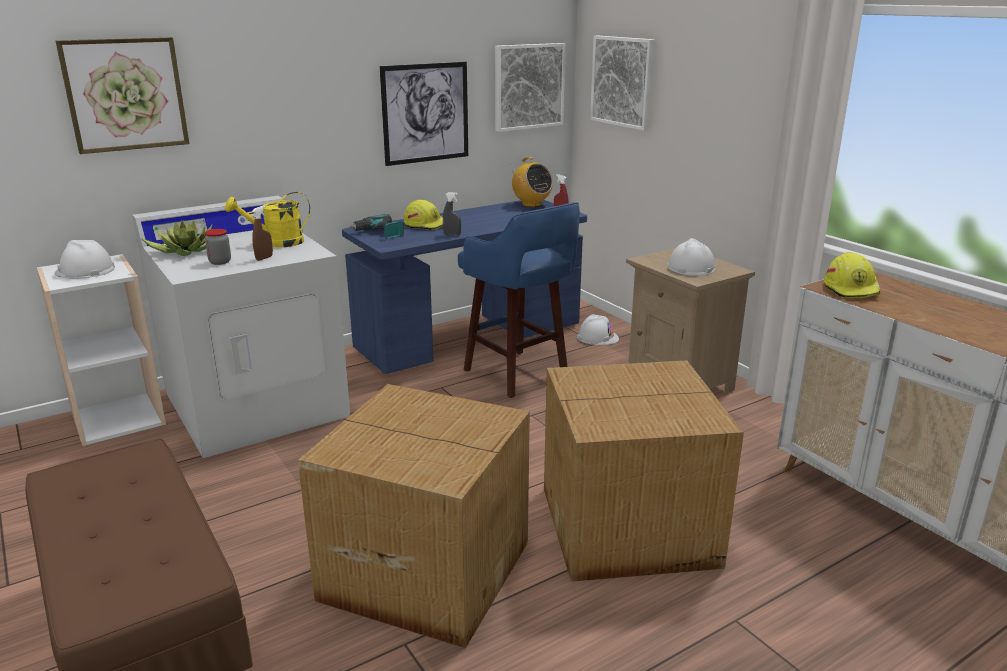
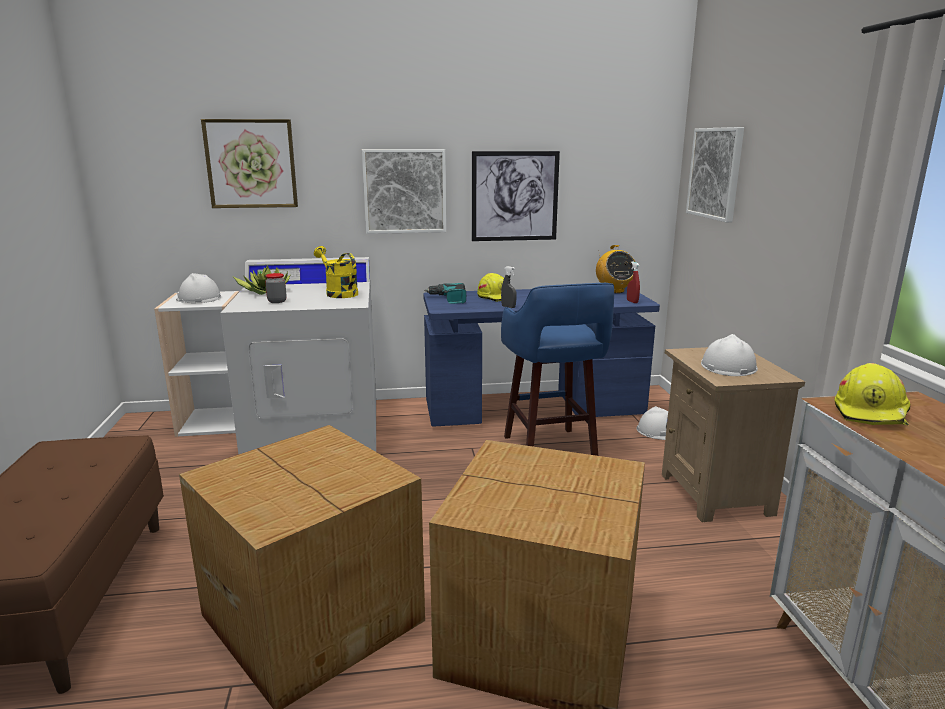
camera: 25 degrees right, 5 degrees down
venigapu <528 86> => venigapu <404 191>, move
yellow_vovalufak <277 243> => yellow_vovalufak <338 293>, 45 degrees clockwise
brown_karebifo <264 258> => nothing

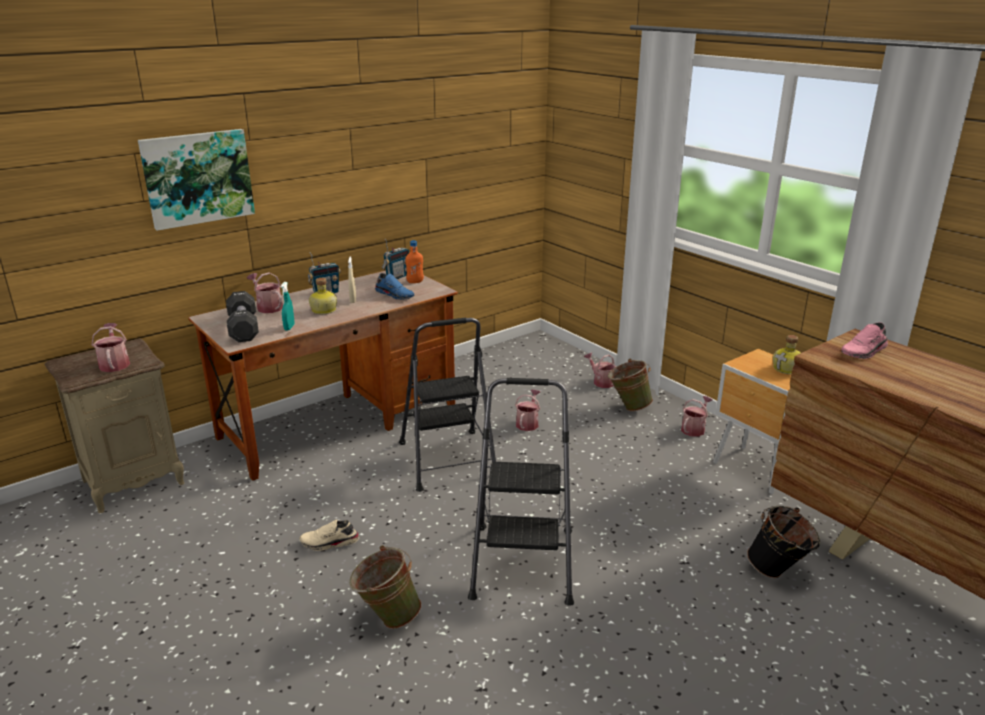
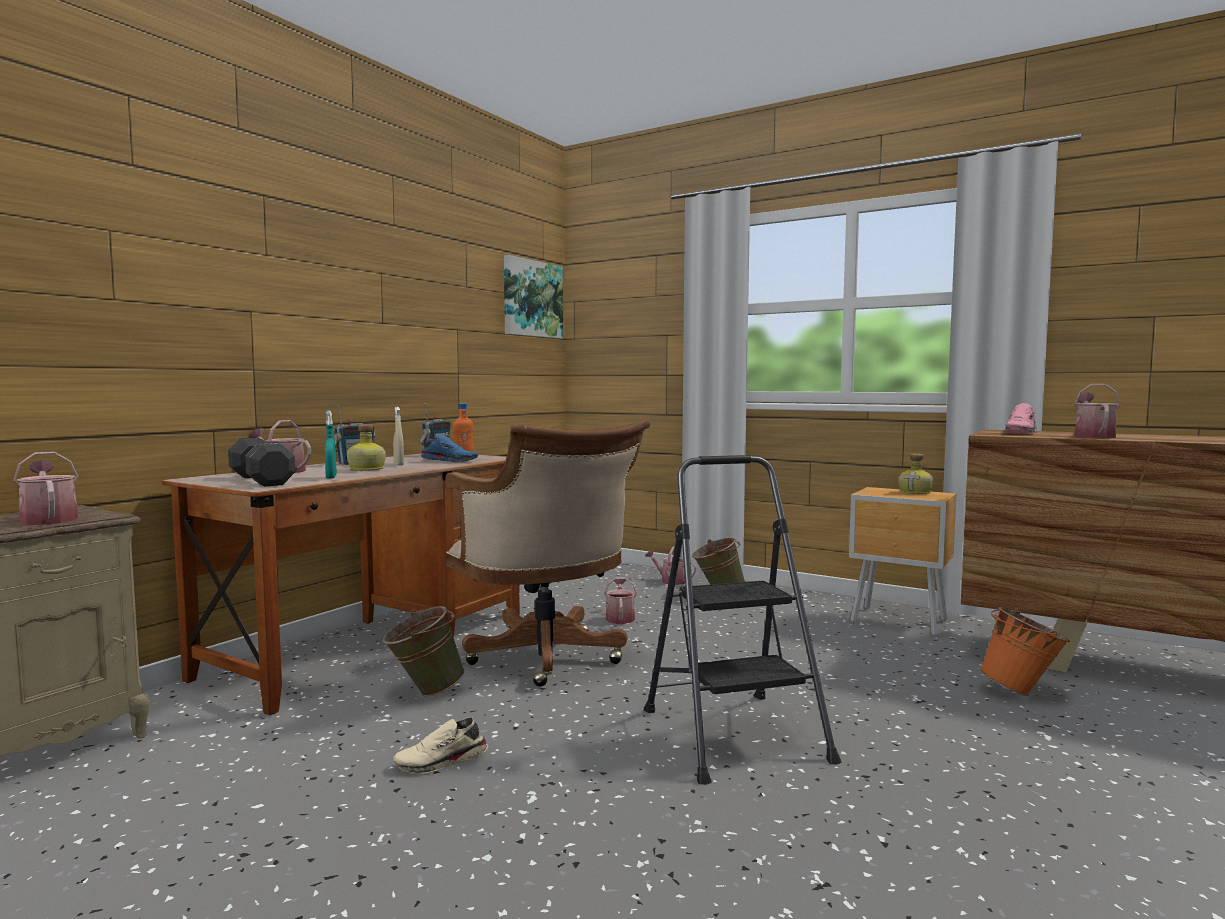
camera: 20 degrees left, 20 degrees down
venigapu <198 178> => venigapu <531 299>, move
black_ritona <448 460> => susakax <549 659>
vovalufak <694 428> => vovalufak <1093 436>, move
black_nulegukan <778 572> => orange_nulegukan <1022 692>
green_nulegukan <387 617> => green_nulegukan <424 692>, move

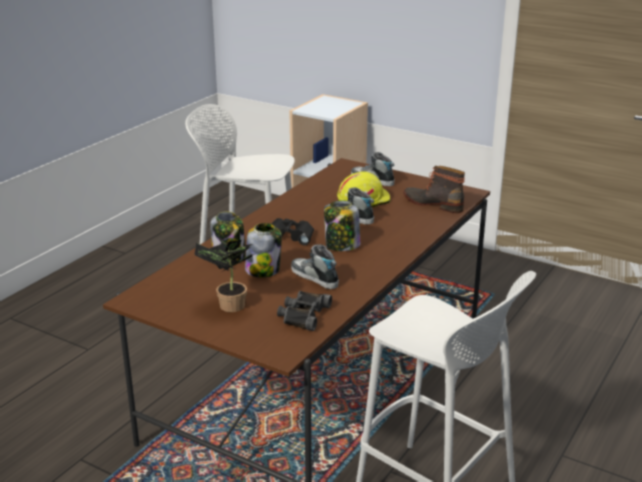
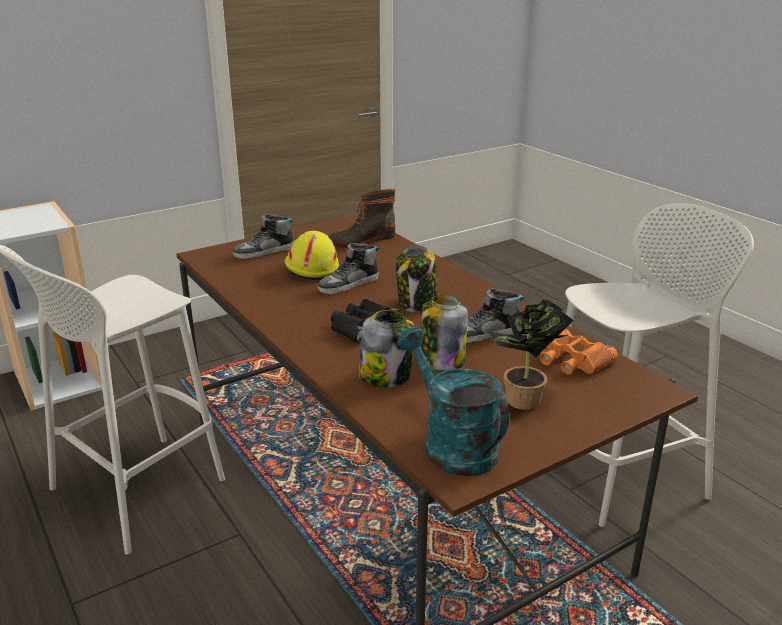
camera: 65 degrees left, 0 degrees up
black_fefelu <303 315> => orange_fefelu <570 359>
nothing => turquoise_vovalufak <451 444>

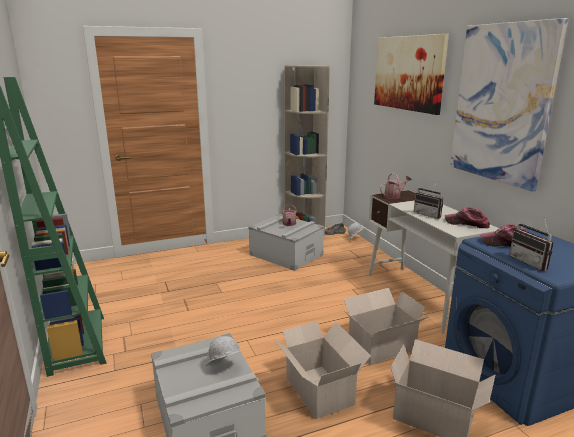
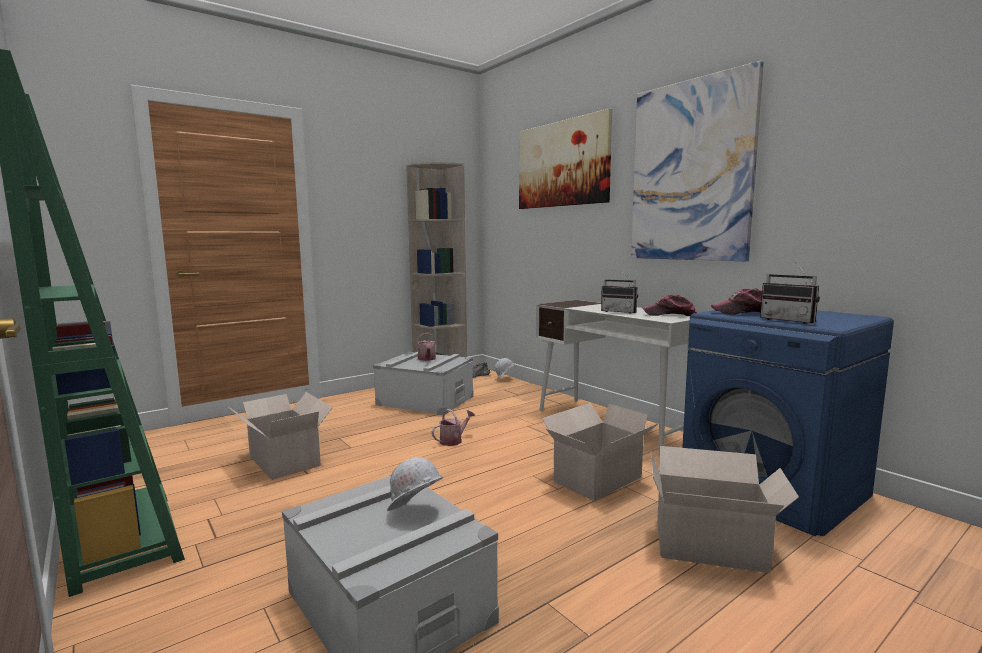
camera: 15 degrees left, 10 degrees down
vovalufak <394 196> => vovalufak <453 440>, move
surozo <318 389> => surozo <284 460>, move

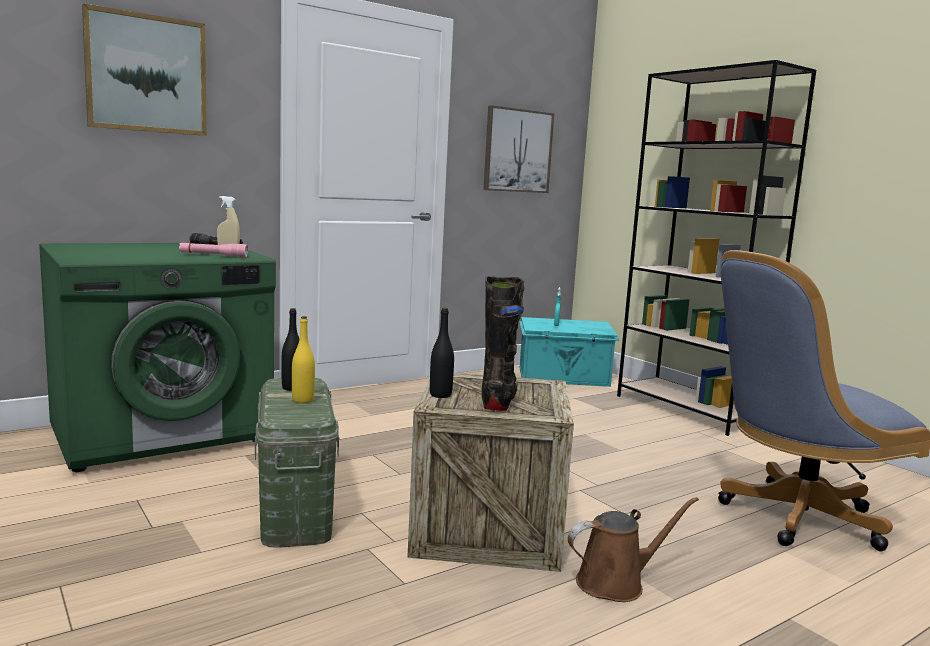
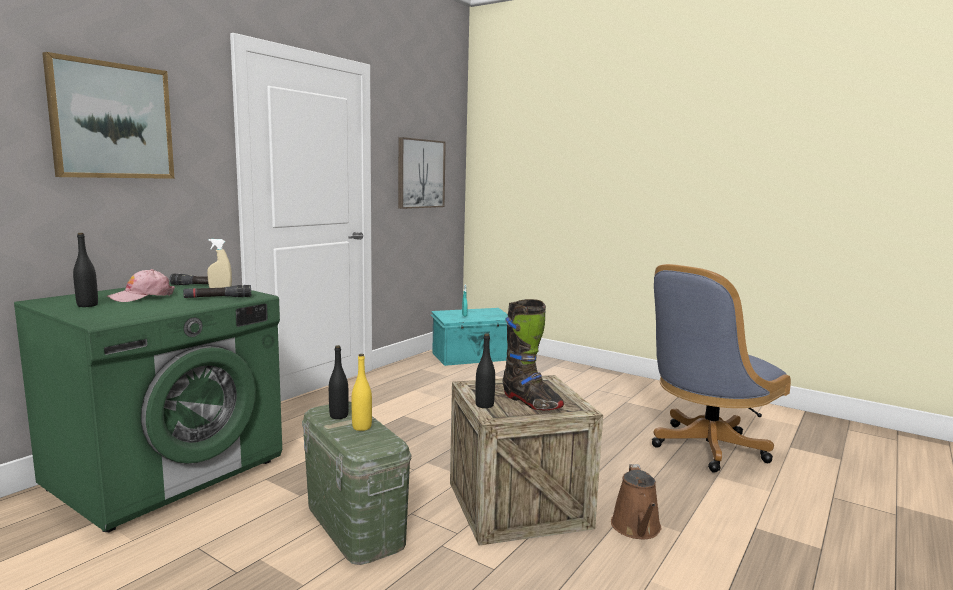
camera: 20 degrees left, 0 degrees up
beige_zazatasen <689 410> => nothing
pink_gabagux <213 255> => black_gabagux <218 298>
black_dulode <499 400> => black_dulode <531 402>, 150 degrees clockwise
brown_vovalufak <616 583> => brown_vovalufak <637 528>, 135 degrees clockwise
nothing => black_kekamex <87 305>
nothing => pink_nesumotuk <142 296>

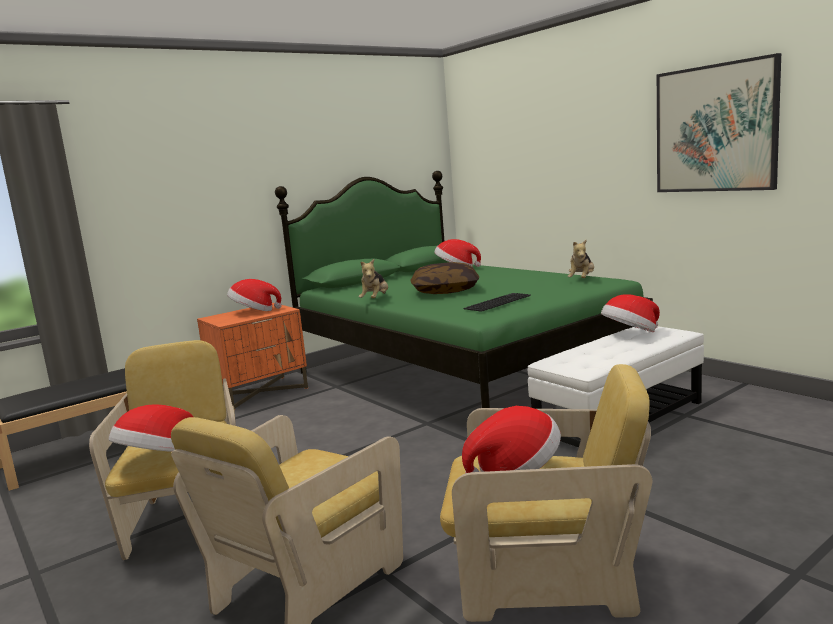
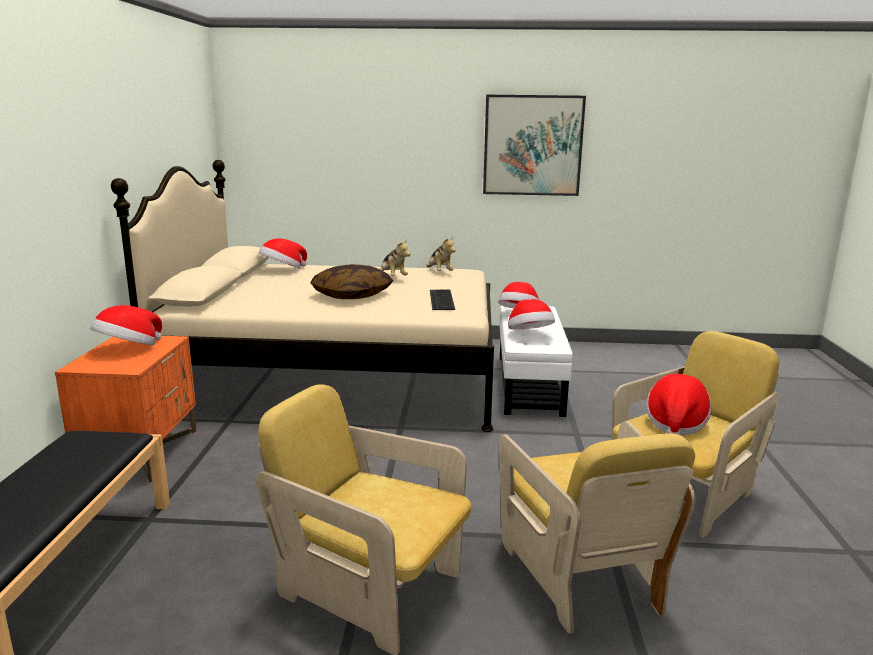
camera: 50 degrees left, 5 degrees up
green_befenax <463 374> => beige_befenax <339 378>
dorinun <375 299> => dorinun <392 277>, move
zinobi <157 459> => zinobi <529 334>, move

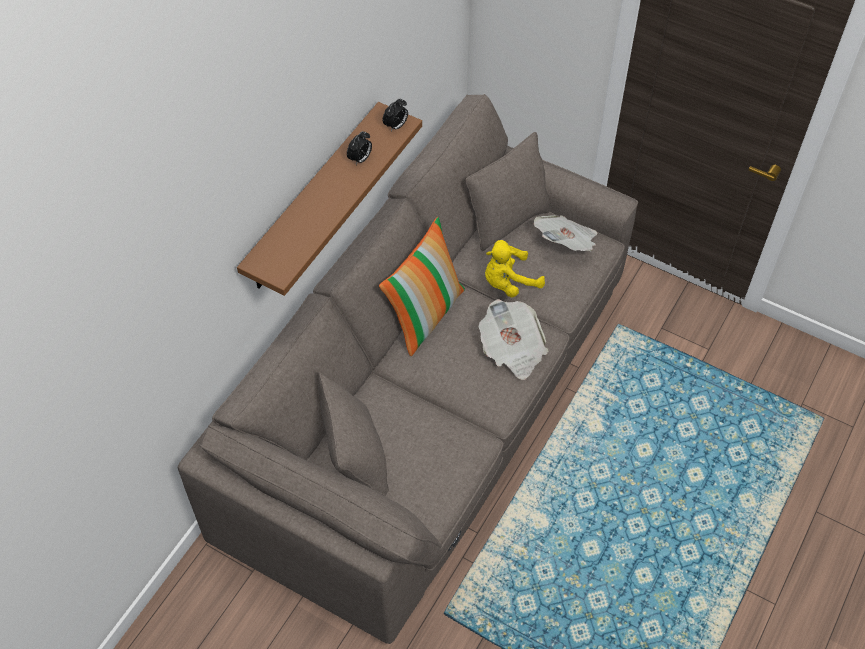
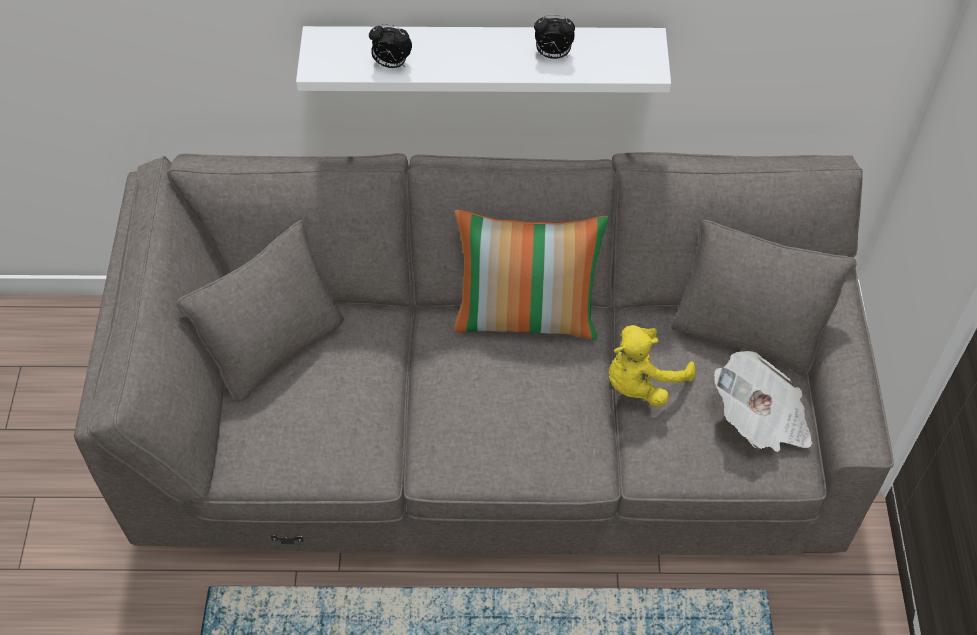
camera: 60 degrees right, 0 degrees up
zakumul <396 126> => zakumul <391 64>, move
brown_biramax <313 199> => white_biramax <484 57>
yellow_dorinun <508 282> => yellow_dorinun <641 382>, 75 degrees counterclockwise
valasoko <512 350> => nothing

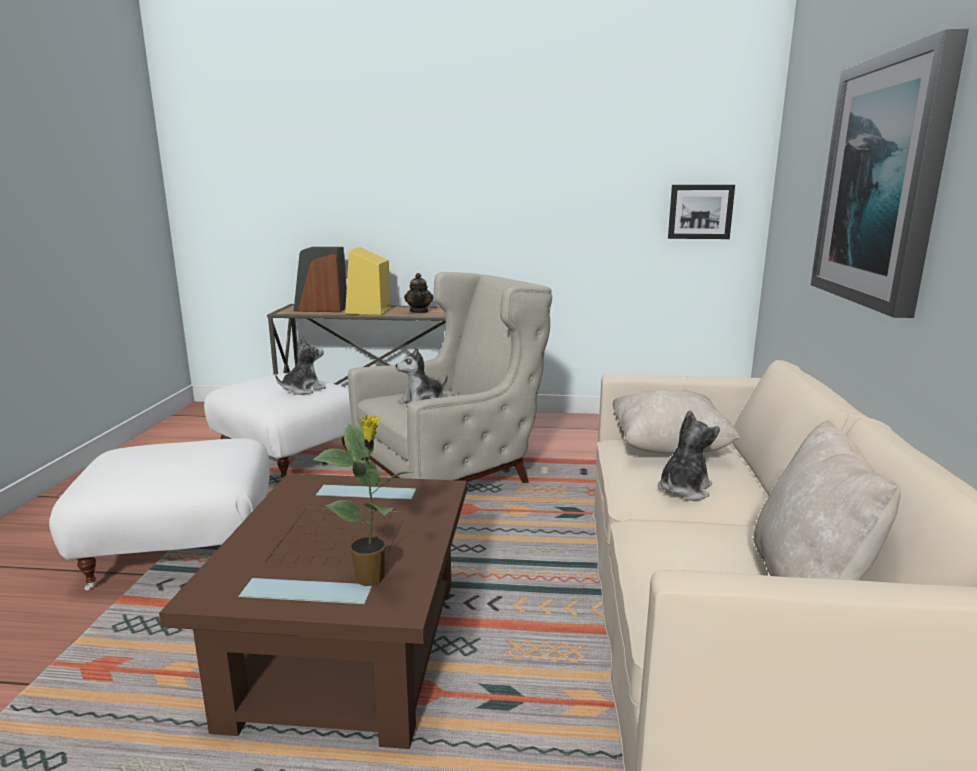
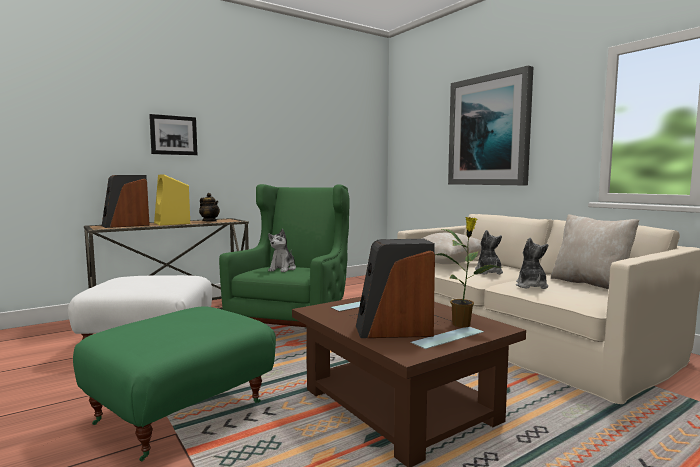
camera: 40 degrees left, 10 degrees down
venigapu <700 212> => venigapu <173 135>, move
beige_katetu <453 477> => green_katetu <293 324>
dorinun <303 390> => dorinun <531 286>, move
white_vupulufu <180 555> => green_vupulufu <182 414>
nothing => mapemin <394 330>

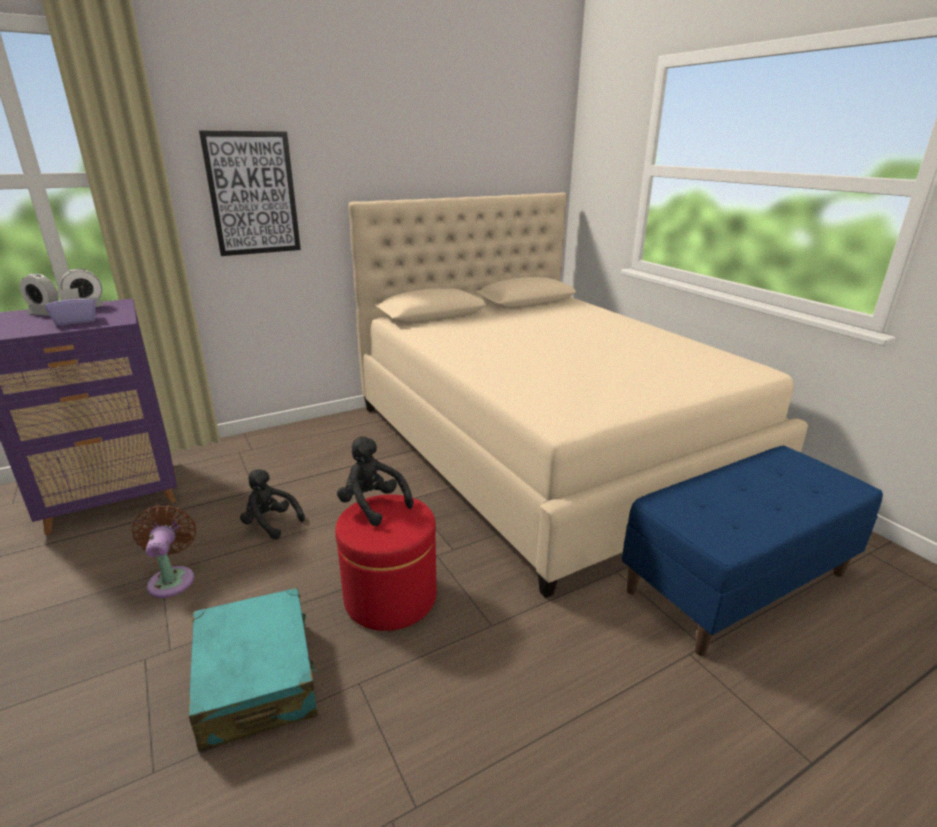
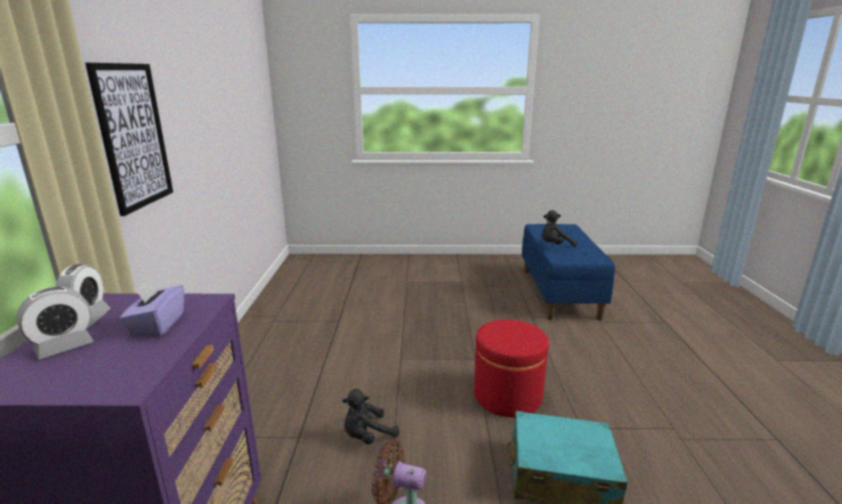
camera: 60 degrees left, 5 degrees down
beige_befenax <547 446> => nothing
black_dorinun <372 505> => black_dorinun <555 246>, move

